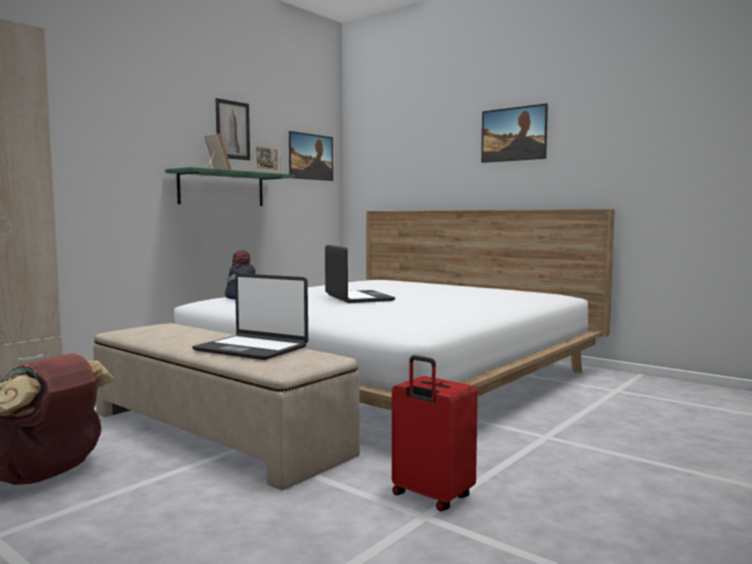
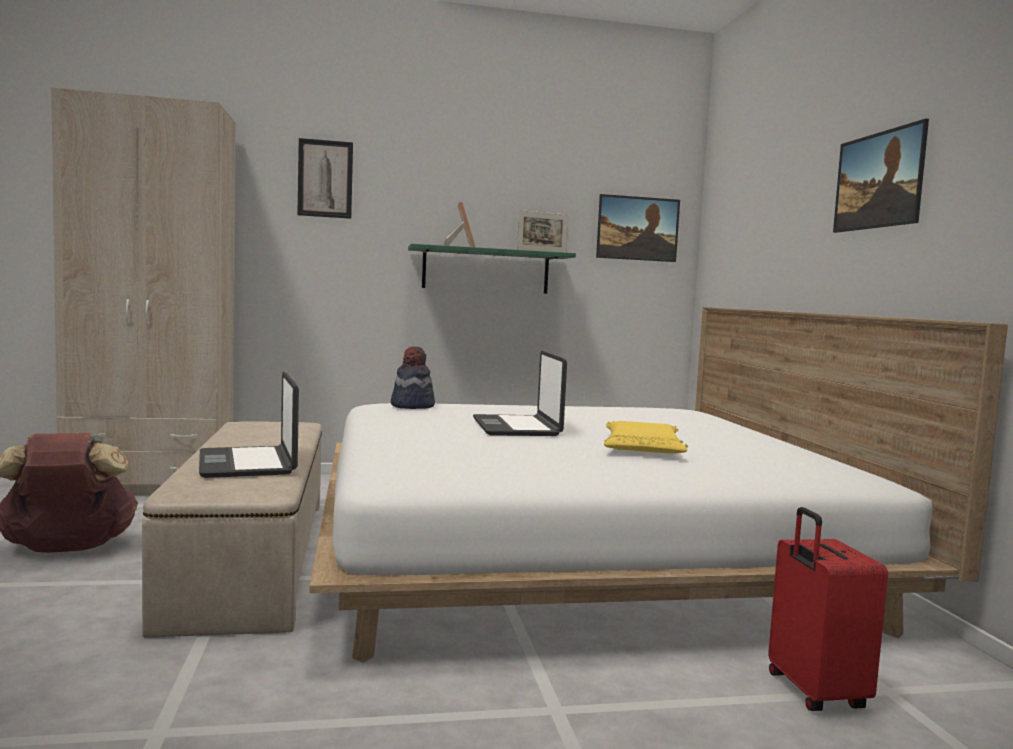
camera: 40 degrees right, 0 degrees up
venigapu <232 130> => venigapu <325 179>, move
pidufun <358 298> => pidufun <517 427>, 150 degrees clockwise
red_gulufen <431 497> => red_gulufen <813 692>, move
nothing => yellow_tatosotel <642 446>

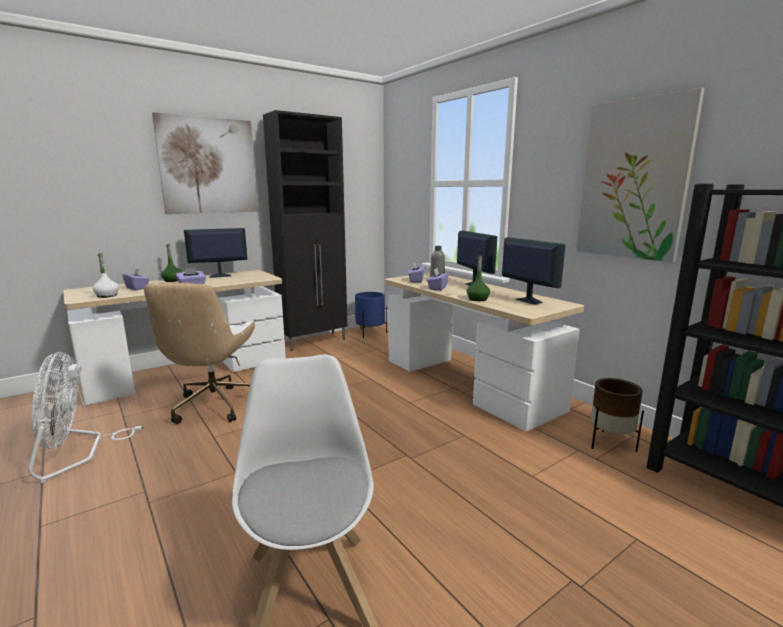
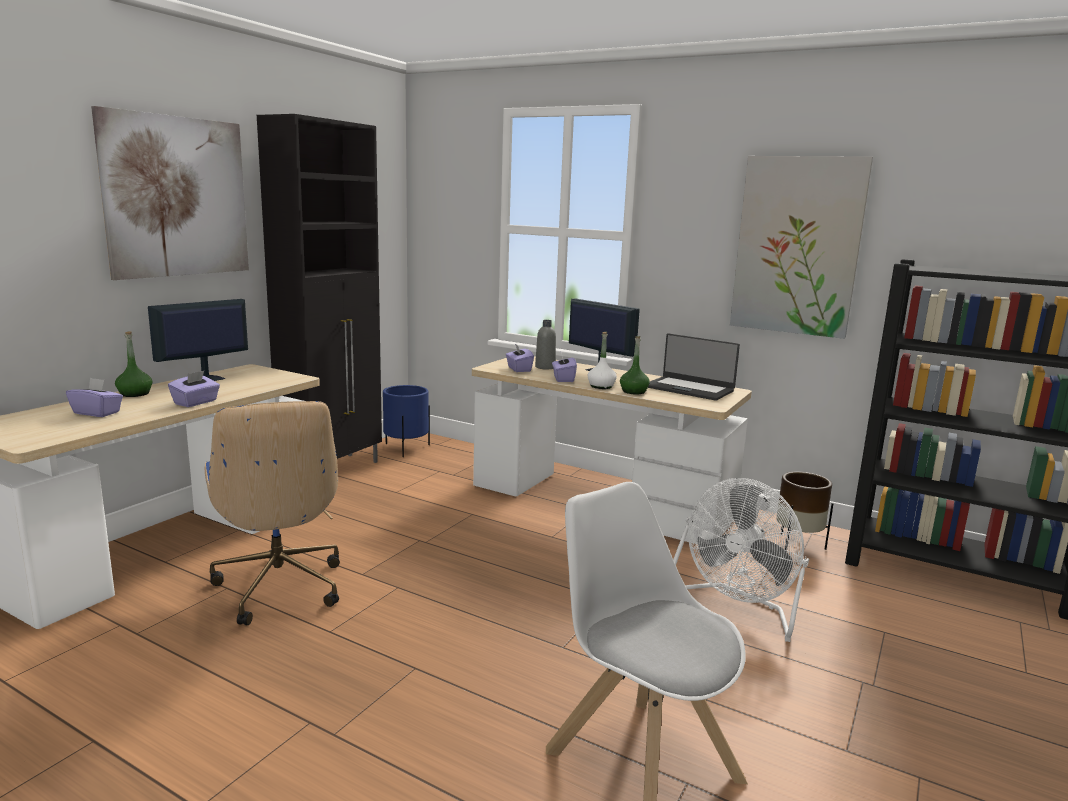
camera: 25 degrees left, 0 degrees up
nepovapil <528 300> => pidufun <689 389>
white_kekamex <107 295> => white_kekamex <601 386>, move
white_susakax <213 407> => blue_susakax <279 591>
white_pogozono <80 449> => white_pogozono <736 603>, move

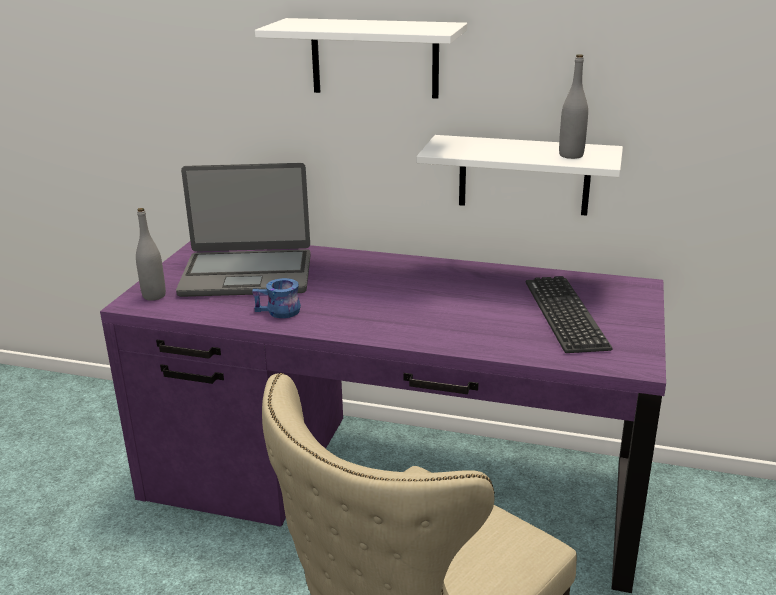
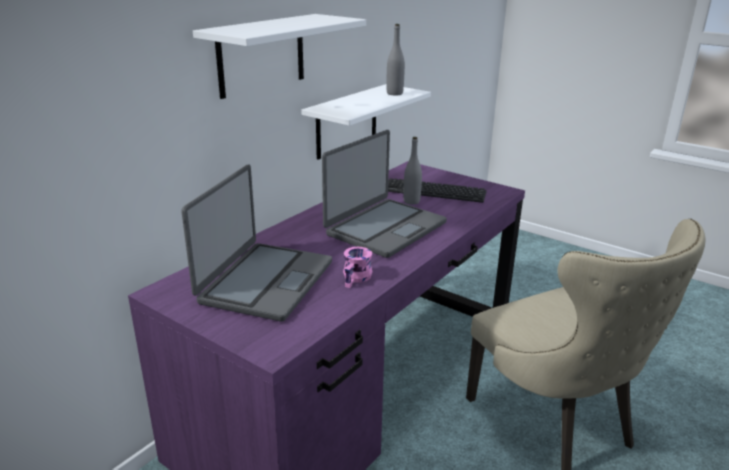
camera: 70 degrees left, 0 degrees up
grey_kekamex <154 296> => grey_kekamex <411 201>, move
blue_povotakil <278 312> => pink_povotakil <357 278>
nothing => pidufun <385 228>

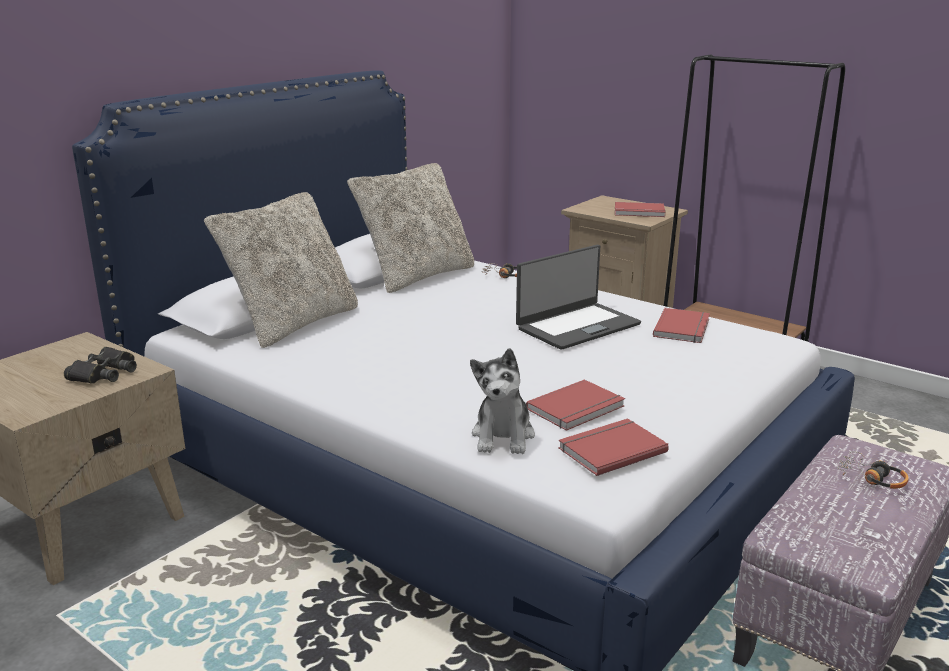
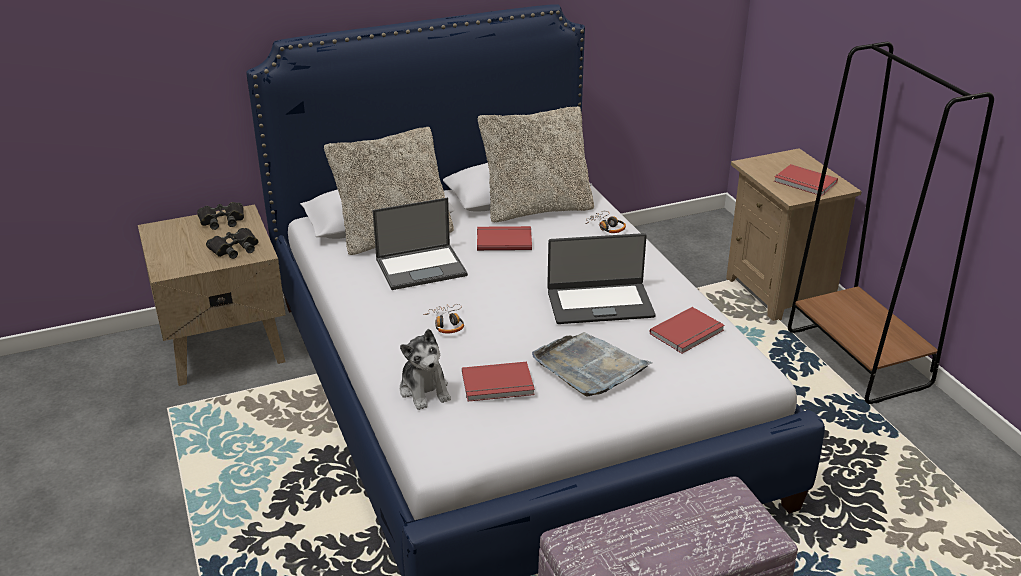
camera: 30 degrees right, 10 degrees up
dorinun <503 436> => dorinun <425 390>, 60 degrees counterclockwise
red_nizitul <610 449> => red_nizitul <504 240>, move
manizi <871 478> => manizi <447 323>, move
nothing => pidufun <422 267>
nothing => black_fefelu <222 220>
nothing => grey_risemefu <589 367>

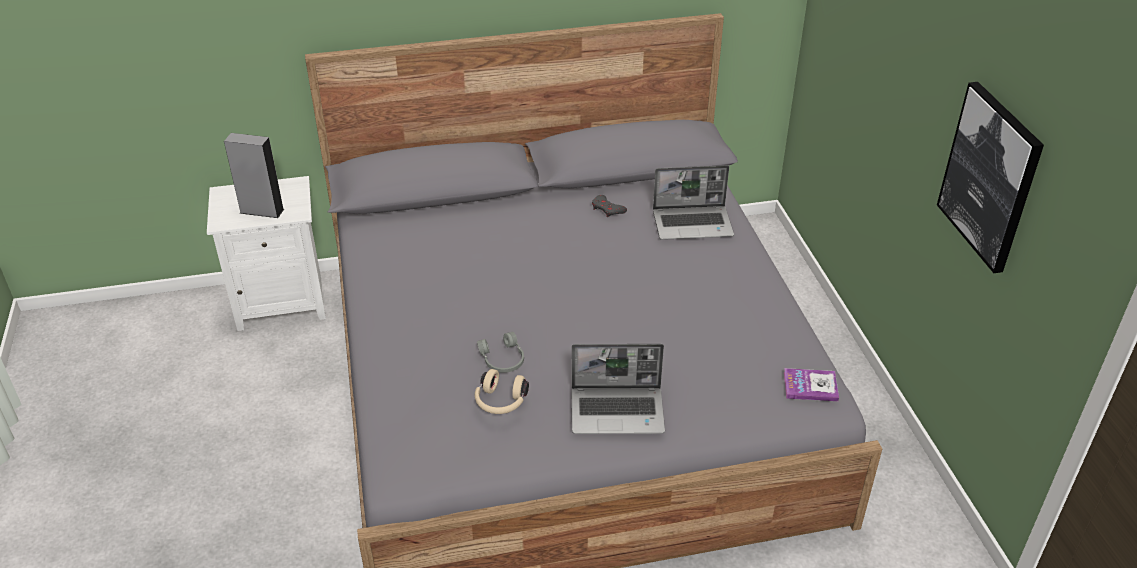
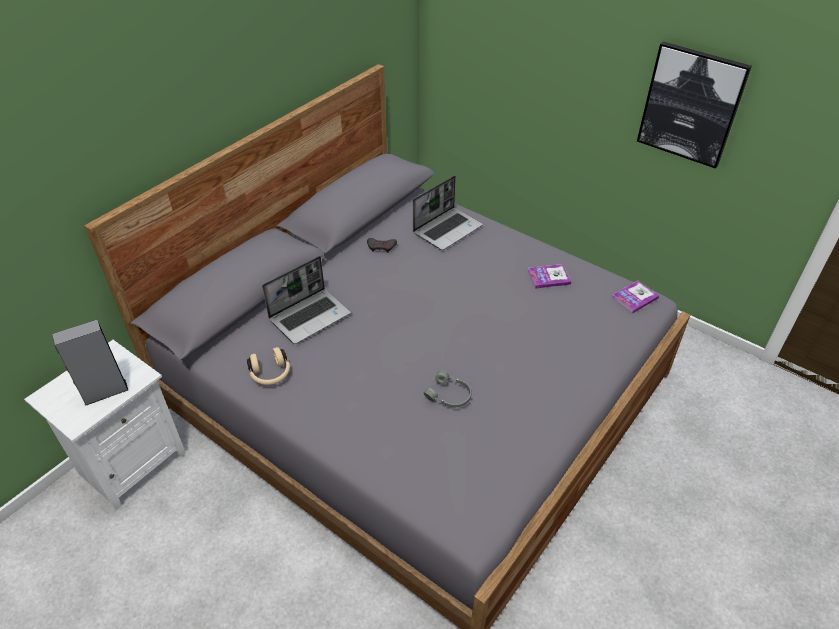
camera: 40 degrees left, 5 degrees up
pidufun <618 411> => pidufun <310 316>, move
beige_manizi <500 402> => beige_manizi <270 374>, move
nothing => nizitul <548 277>

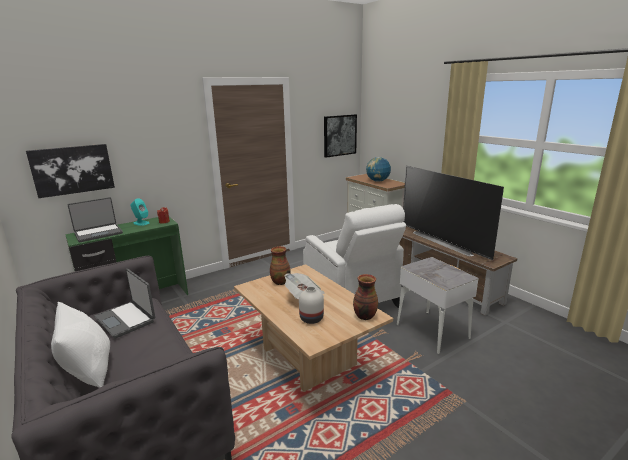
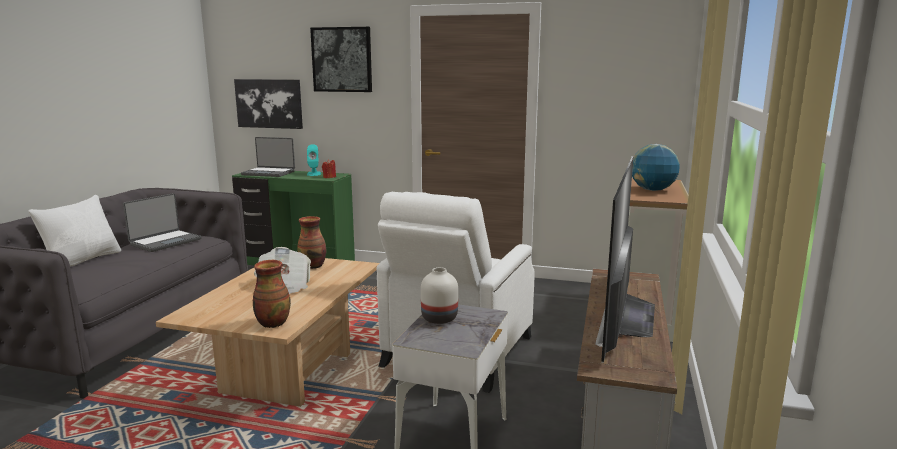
camera: 50 degrees right, 5 degrees down
venigapu <339 135> => venigapu <342 59>, move
pidufun <126 319> => pidufun <165 242>, 150 degrees counterclockwise
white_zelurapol <311 318> => white_zelurapol <440 318>, move

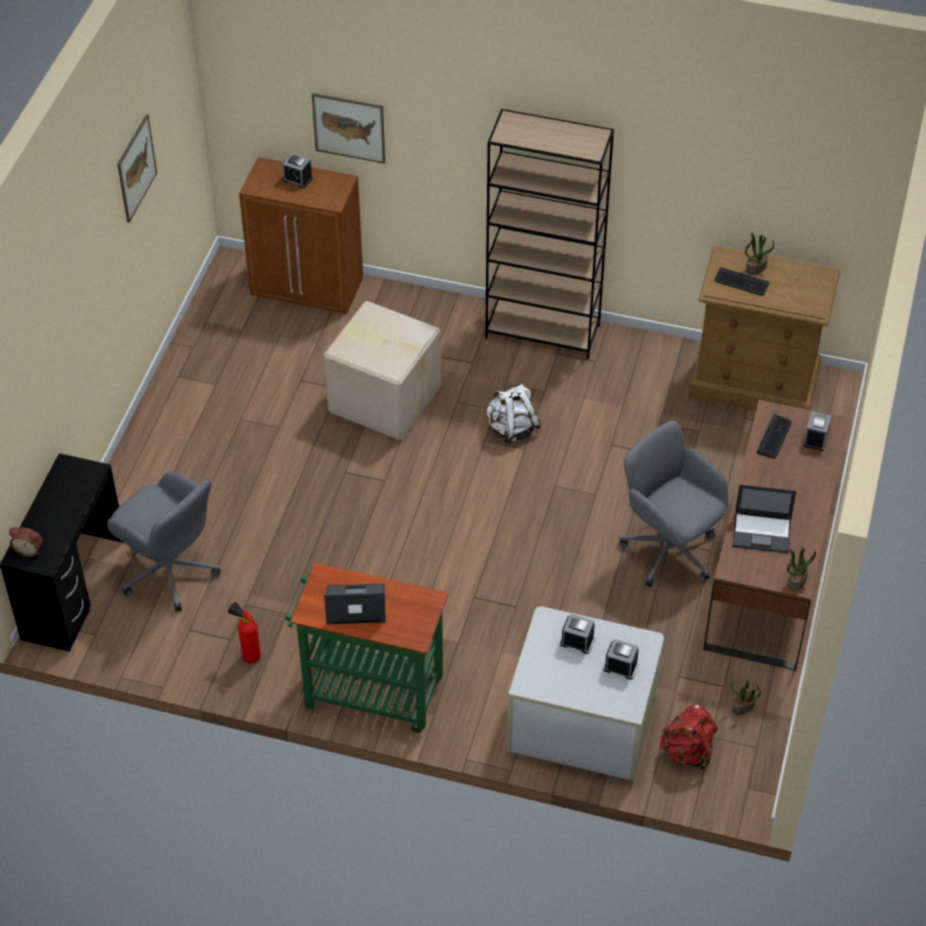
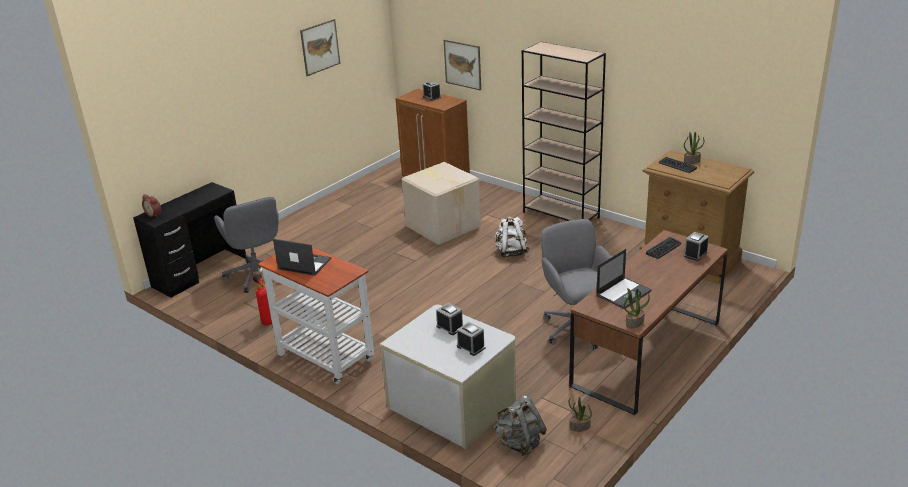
camera: 25 degrees right, 20 degrees down
pidufun <762 532> => pidufun <624 293>, 75 degrees counterclockwise
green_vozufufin <371 694> => white_vozufufin <324 357>
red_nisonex <688 752> => grey_nisonex <519 443>

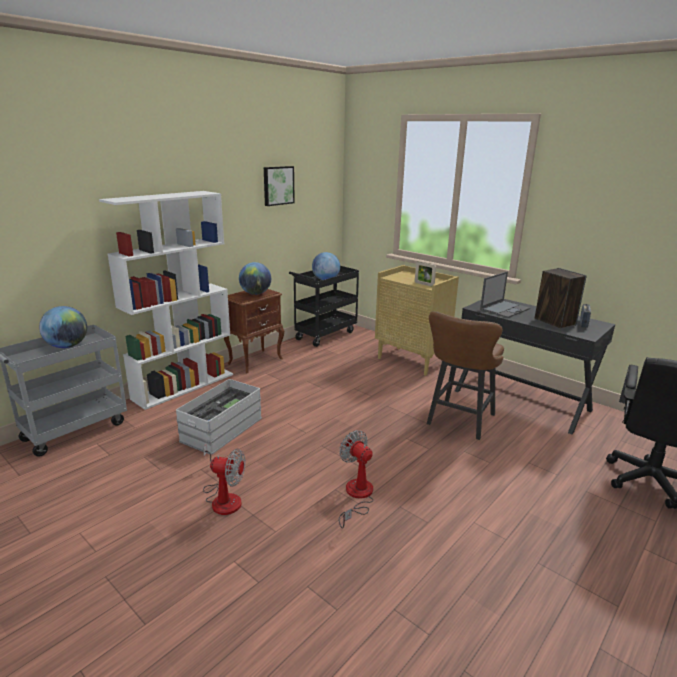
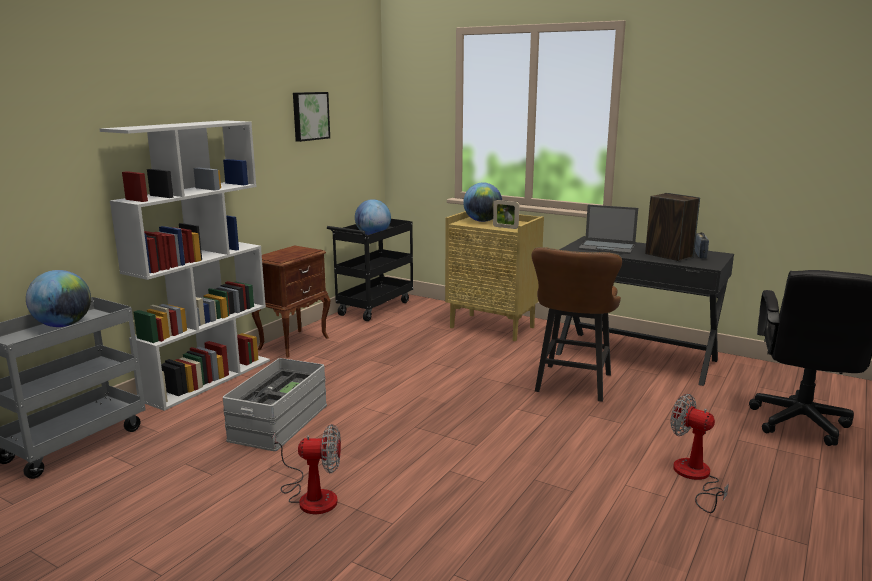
camera: 10 degrees left, 5 degrees down
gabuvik <255 293> => gabuvik <482 221>, move
pidufun <505 309> => pidufun <607 247>, 75 degrees clockwise
pogozono <357 496> => pogozono <695 477>, move

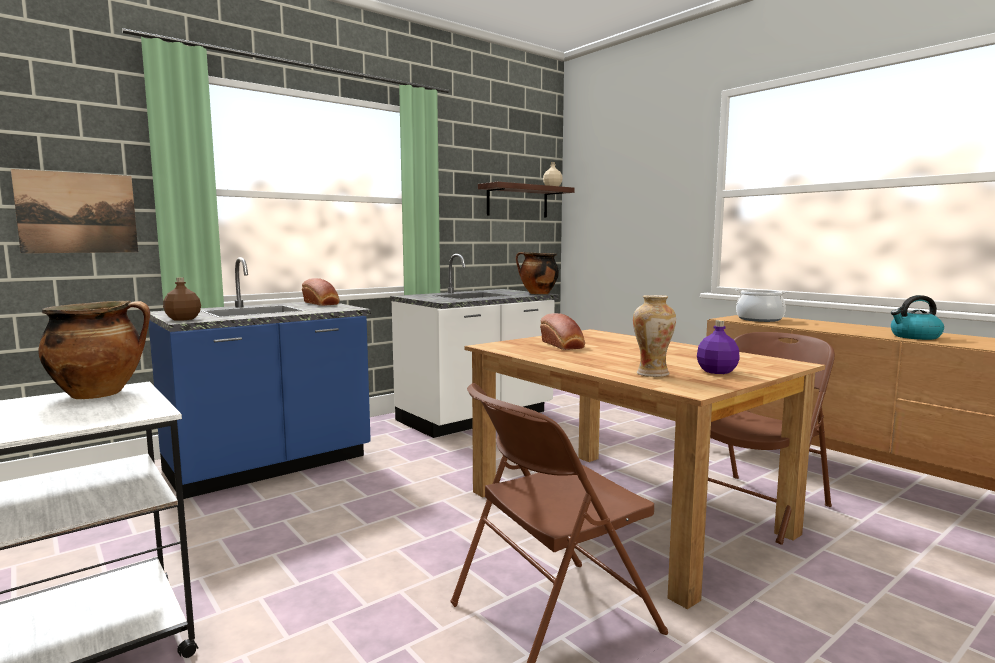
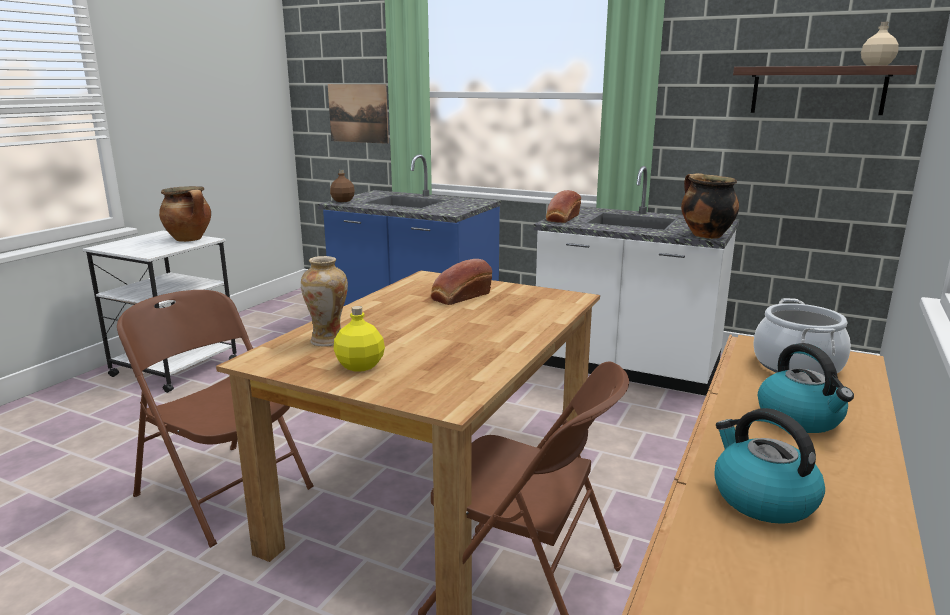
camera: 65 degrees right, 10 degrees up
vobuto <322 303> => vobuto <562 218>, move
purple_kekamex <716 371> => yellow_kekamex <359 366>
nothing => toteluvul <800 418>

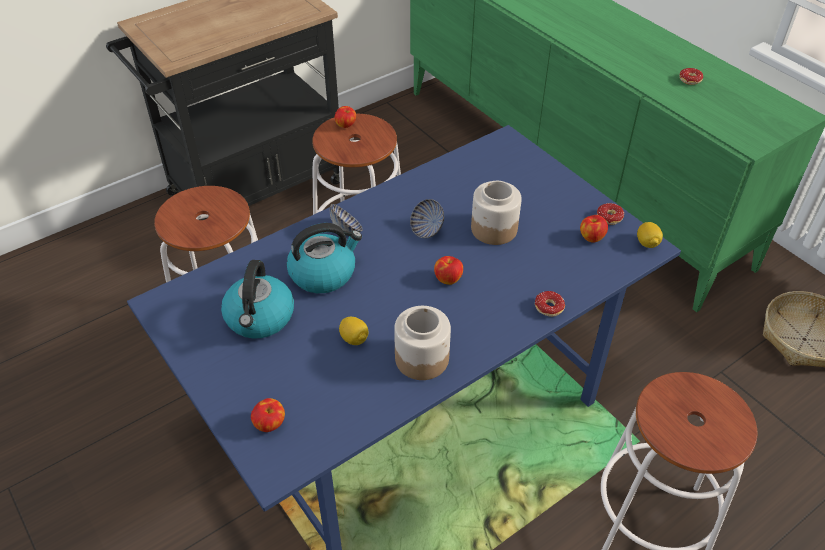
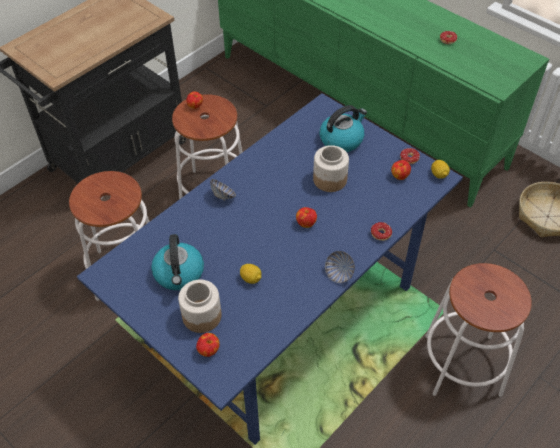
camera: 10 degrees left, 5 degrees up
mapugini <427 230> => mapugini <339 274>, move
toteluvul <323 273> => toteluvul <342 139>, move
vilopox <422 358> => vilopox <202 315>, move

